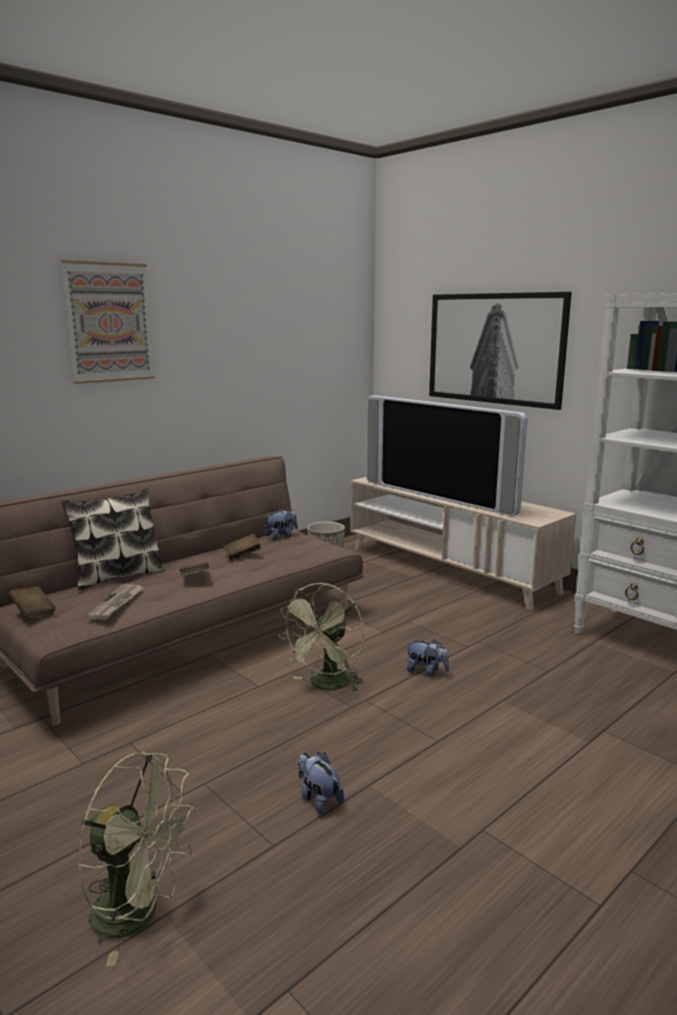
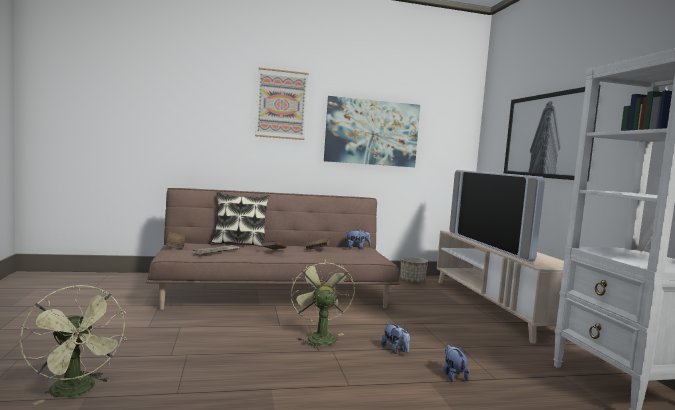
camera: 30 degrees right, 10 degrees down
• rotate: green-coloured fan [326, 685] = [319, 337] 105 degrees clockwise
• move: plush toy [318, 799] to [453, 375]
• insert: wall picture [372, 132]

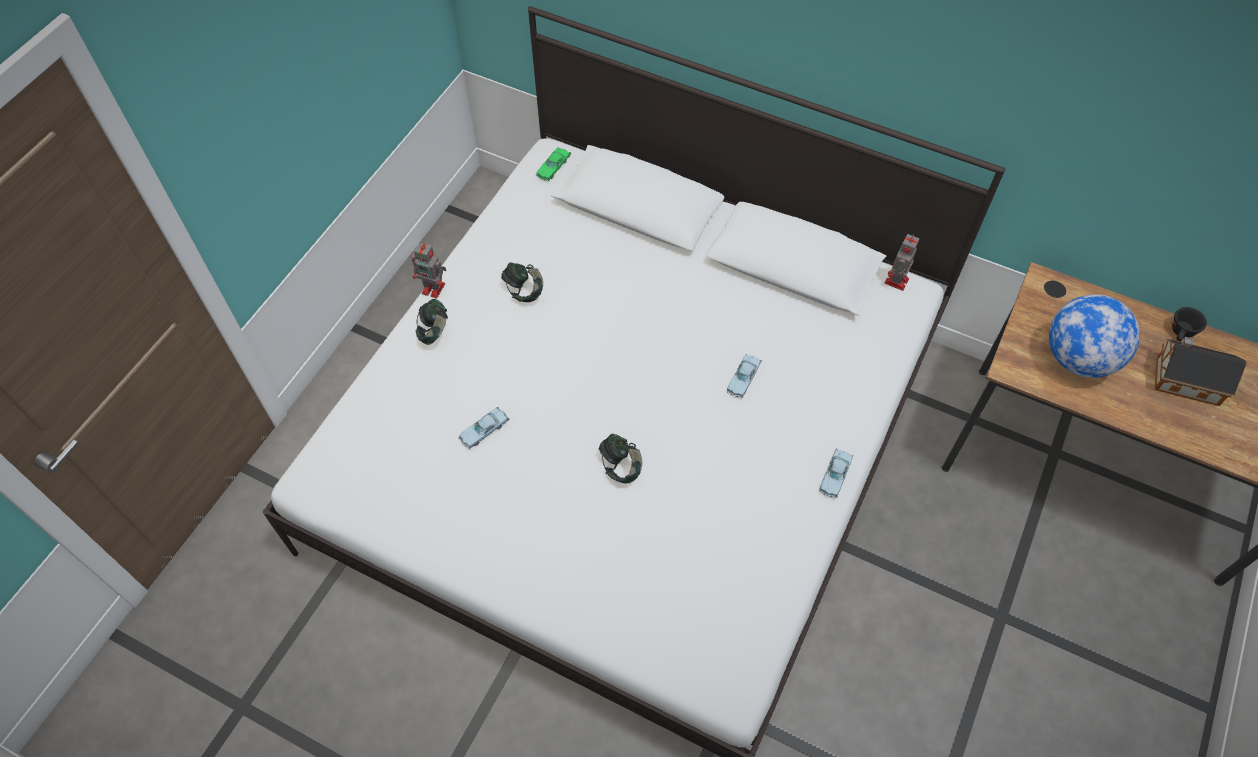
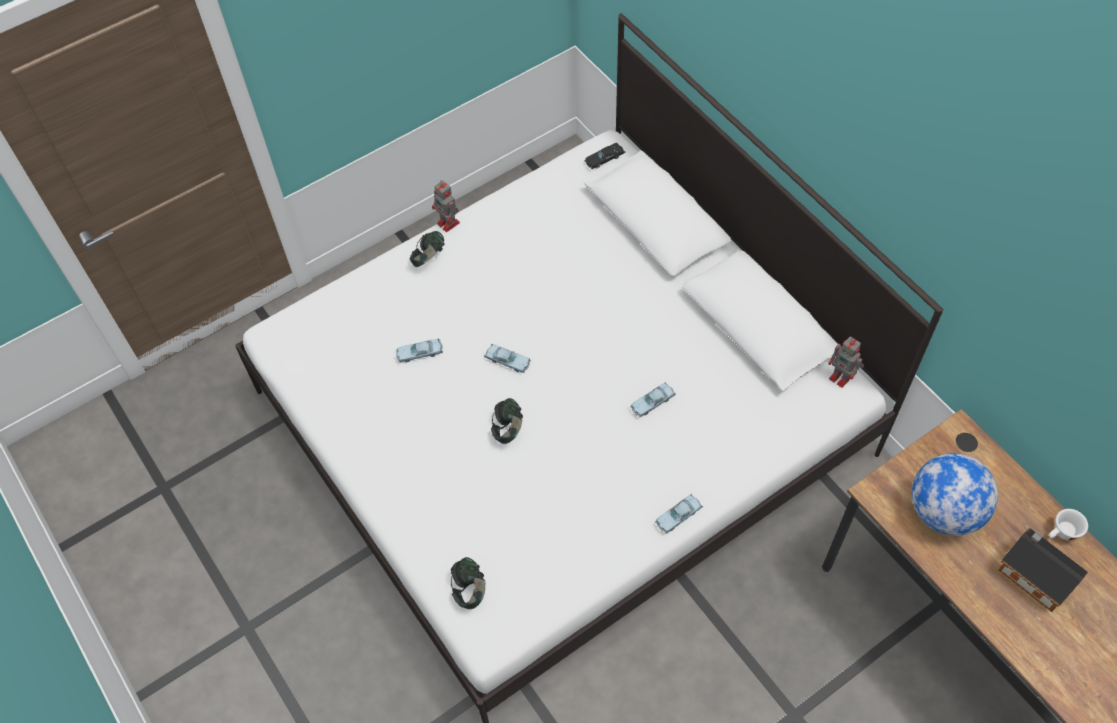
camera: 30 degrees right, 0 degrees up
• move: headphones [524, 291] to [469, 589]
• recolor: green-coloured miniature car [553, 167] to blackish miniature car [604, 158]
• rotate: robot figure [896, 282] = [842, 377] 105 degrees counterclockwise
• recolor: blackish drinking cup [1181, 333] to white drinking cup [1062, 533]
• insert: blue miniature car [507, 361]

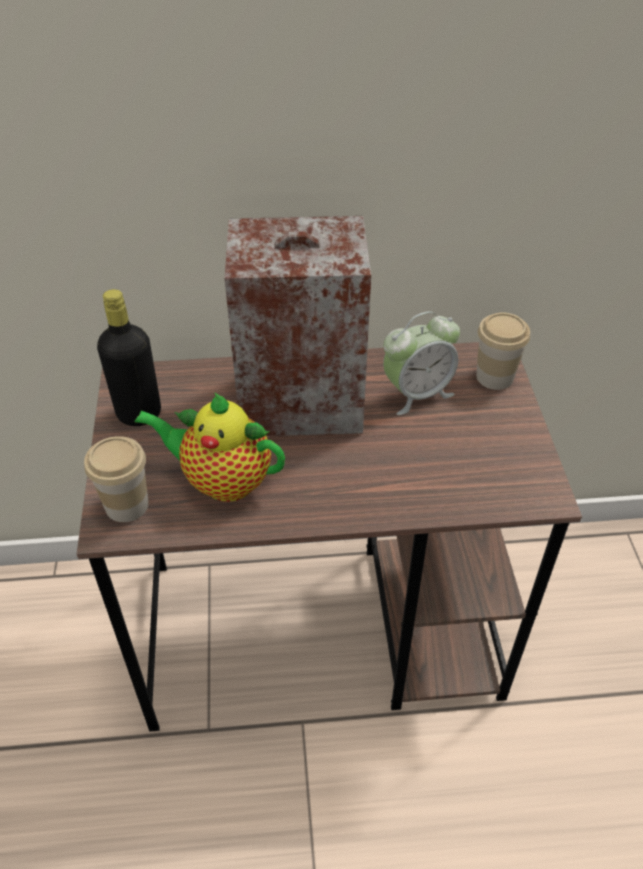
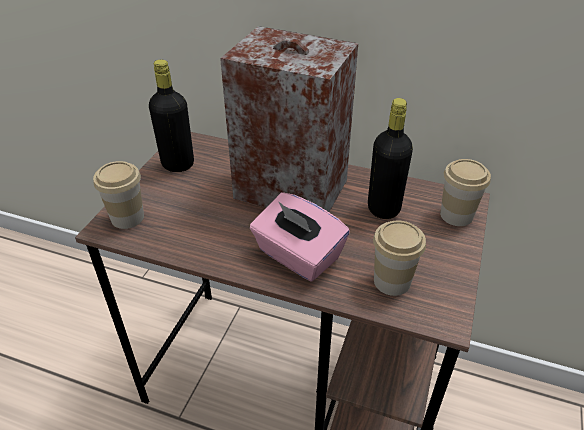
camera: 25 degrees right, 5 degrees down
• delete: tea pot [222, 480]
• replace: table clock [417, 393] to blackish beverage bottle [383, 208]
• insert: pink tissue holder [297, 256]
• insert: drinking cup [392, 281]

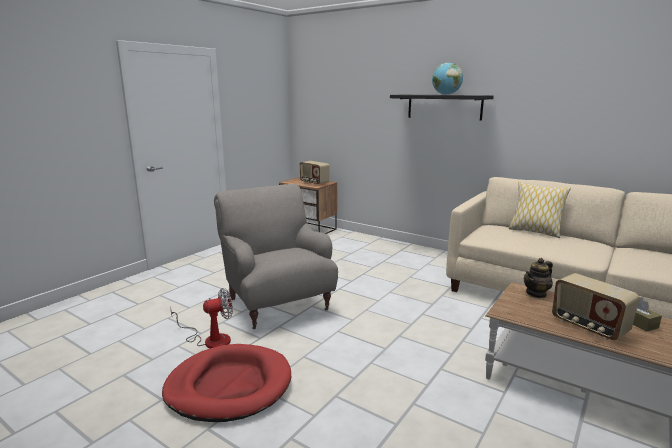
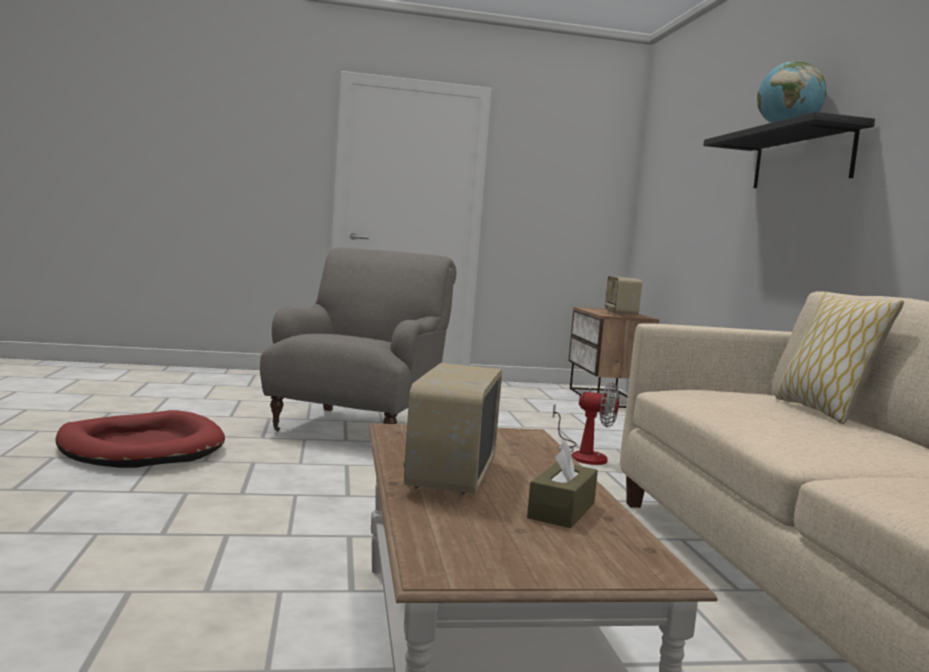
camera: 45 degrees right, 10 degrees down
• move: fan [210, 339] to [582, 455]
• delete: tea pot [536, 293]

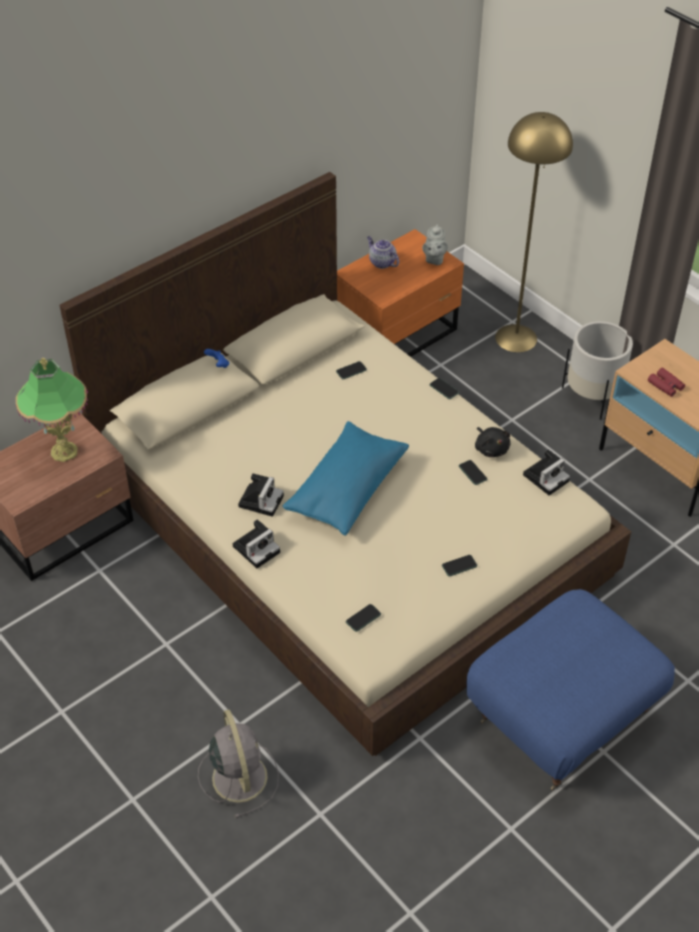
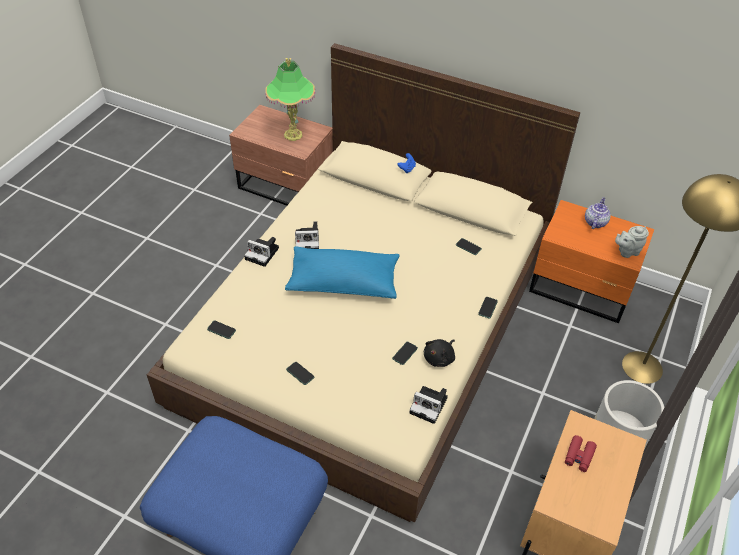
camera: 65 degrees right, 0 degrees up
• delete: greyish fan [239, 775]

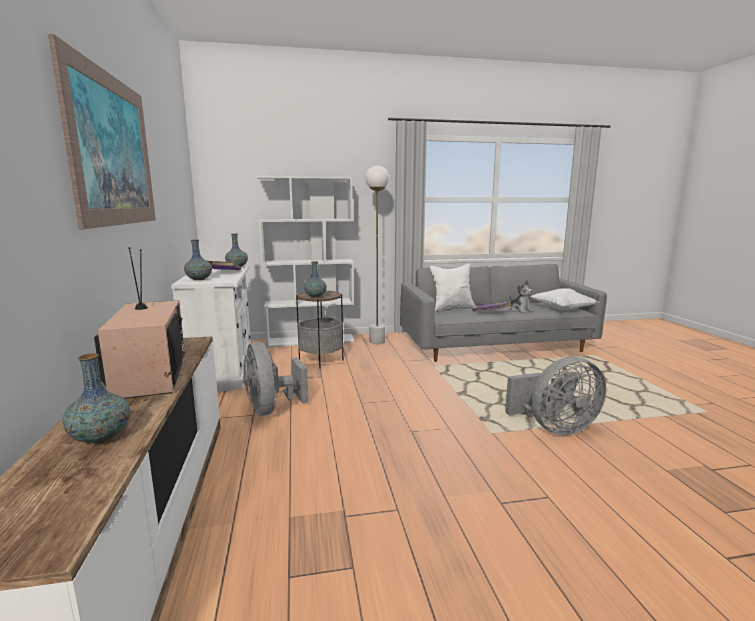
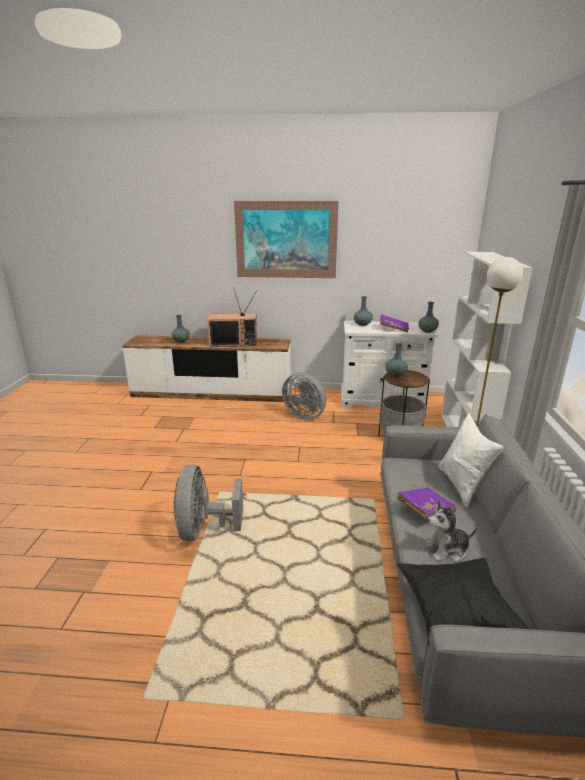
camera: 105 degrees right, 10 degrees up
• rotate: greyish fan [271, 409] = [305, 415] 135 degrees counterclockwise
• recolor: white throw pillow [562, 309] to blackish throw pillow [456, 615]

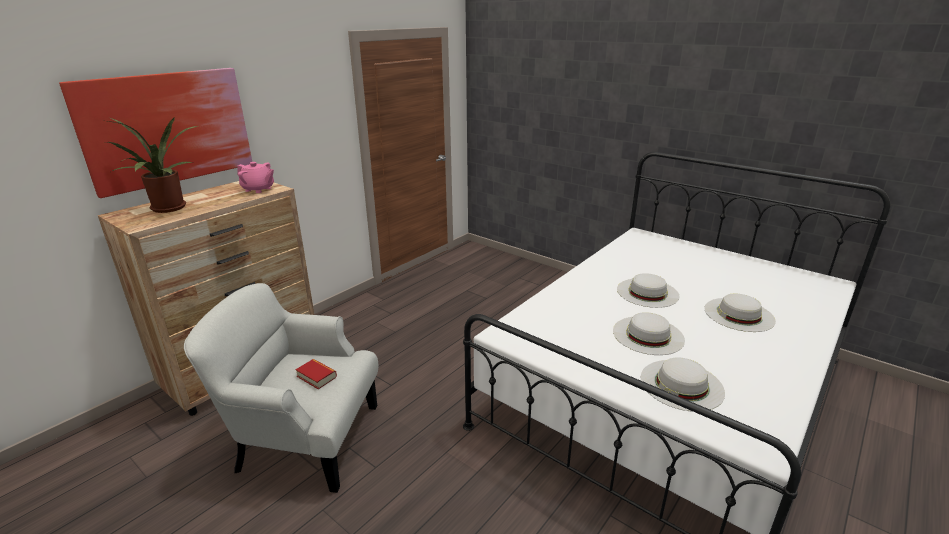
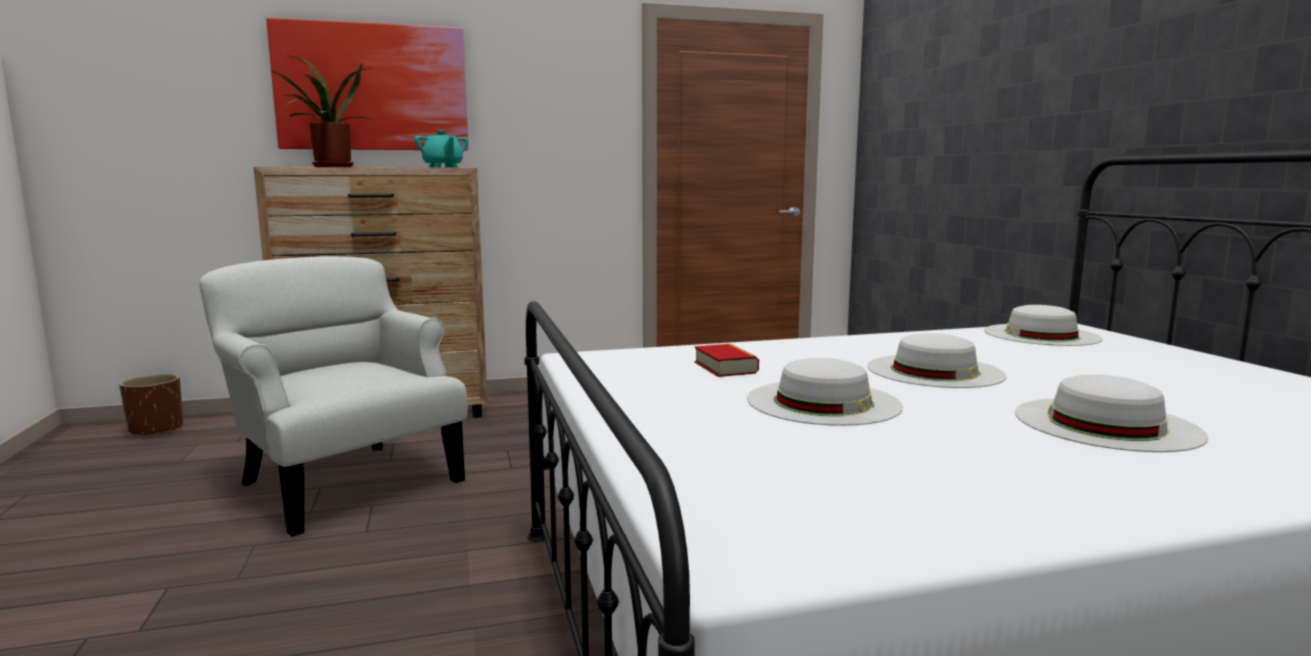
camera: 35 degrees right, 15 degrees down
• recolor: pink tea pot [258, 189] to turquoise tea pot [443, 167]
• move: volume [316, 377] to [725, 367]
• move: white wearable hat [681, 384] to [1041, 335]
• insert: brown-coloured plant pot [156, 429]

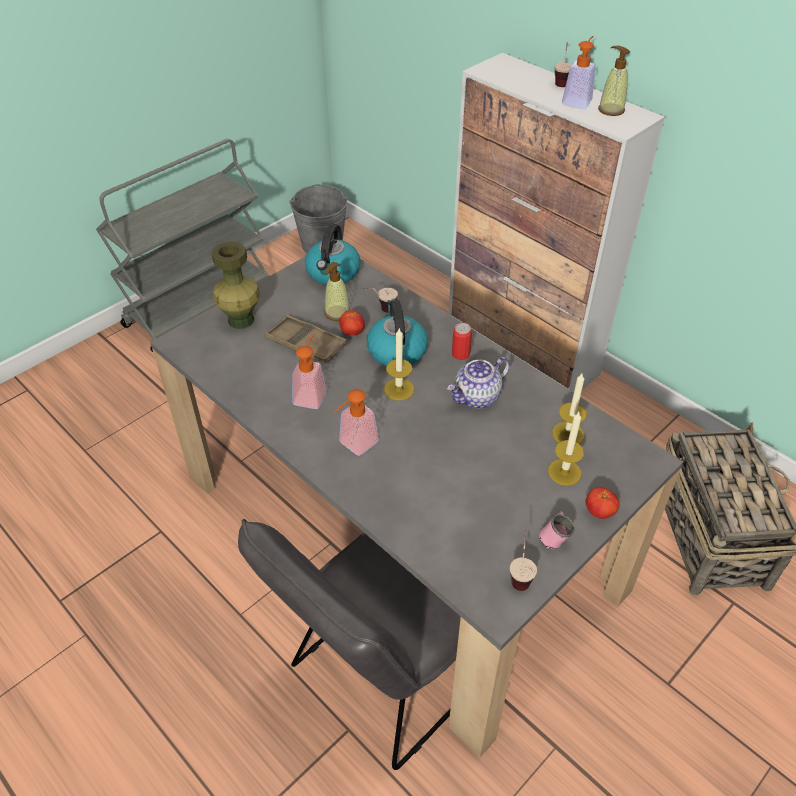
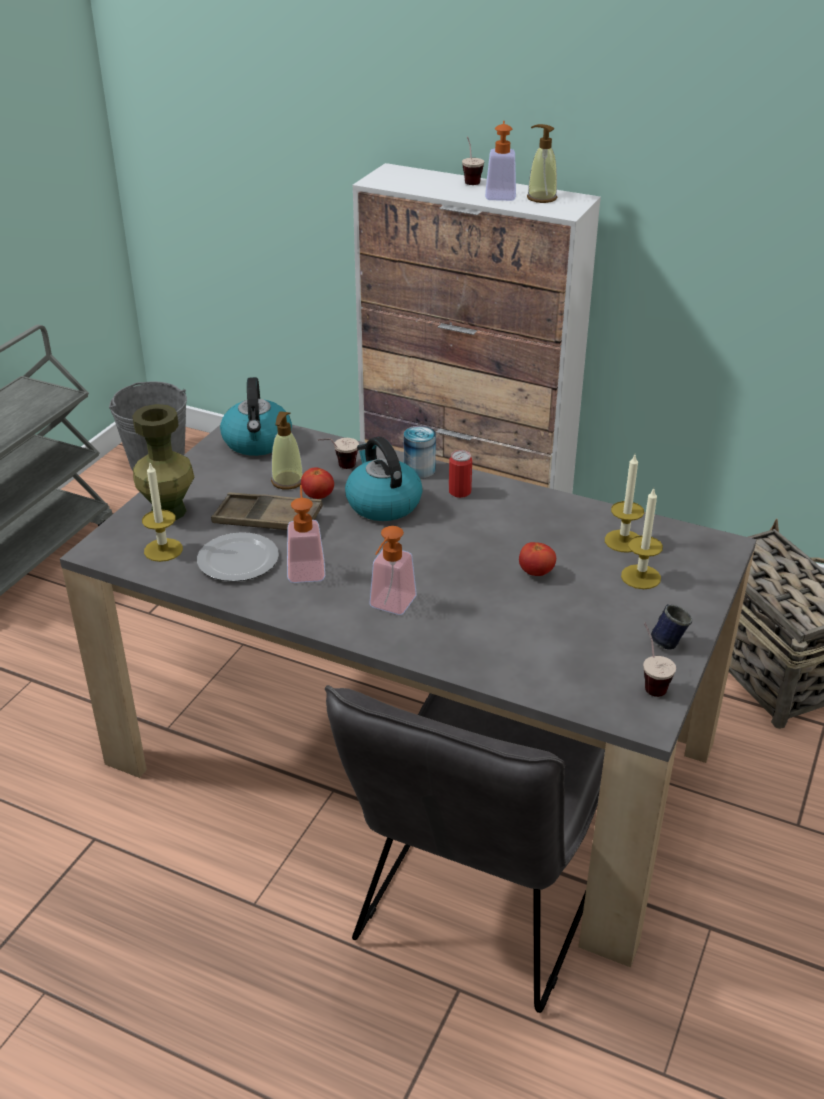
camera: 20 degrees left, 10 degrees down
• move: candle [399, 389] to [163, 550]
• delete: tea pot [477, 397]
• recolor: pink coffee mug [554, 538] to blue coffee mug [666, 640]
• move: fresh tomato [599, 512] to [536, 573]
• insert: dinner plate [239, 561]
• insert: sealed can [419, 470]

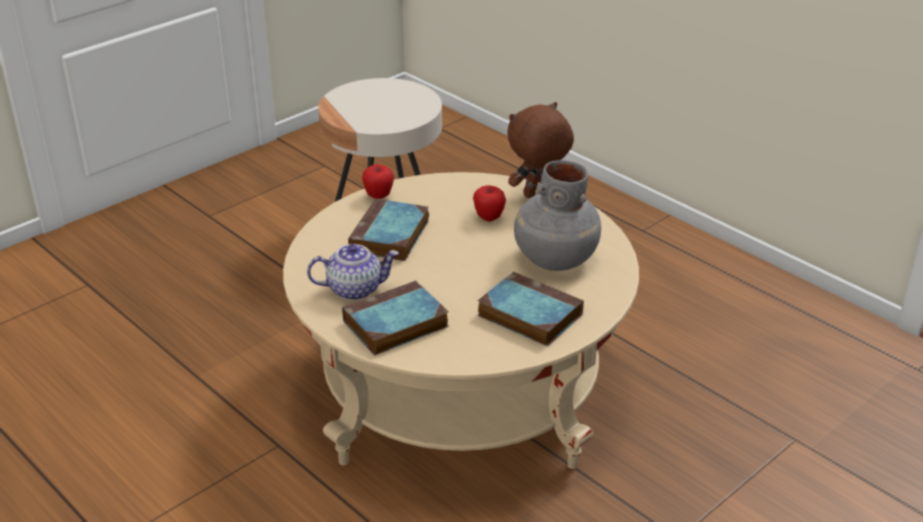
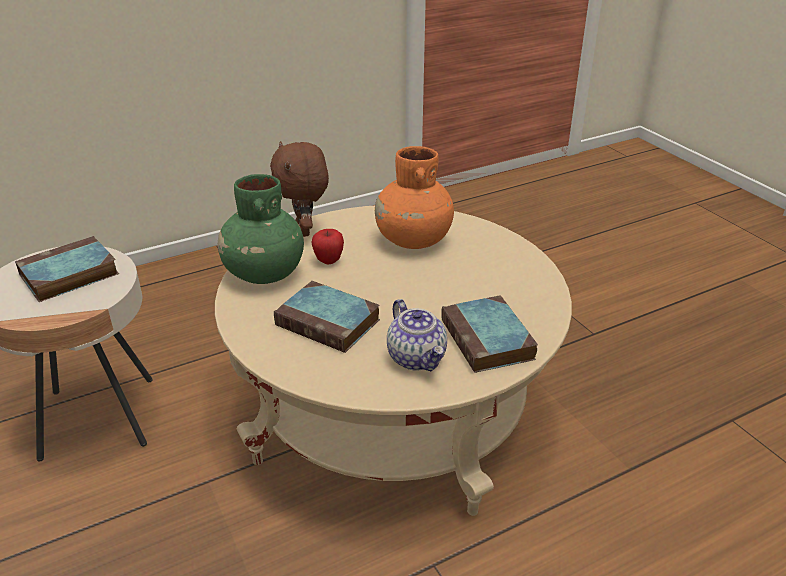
camera: 75 degrees left, 0 degrees up
• rotate: tea pot [355, 289] = [417, 358] 150 degrees clockwise
• delete: whole apple [378, 196]
• move: volume [527, 314] to [67, 275]
• recolor: greyish decorative vase [554, 258] to orangey decorative vase [413, 240]
• insert: green-coloured decorative vase [264, 274]

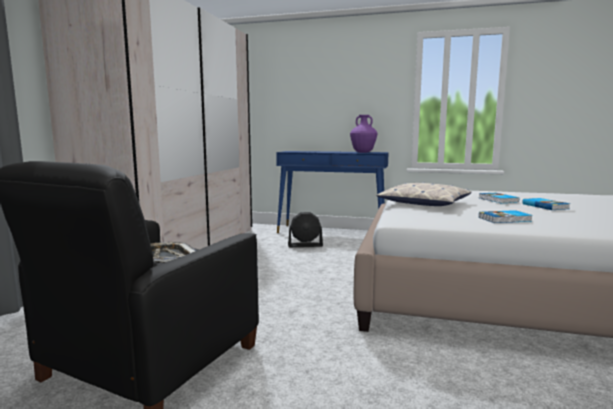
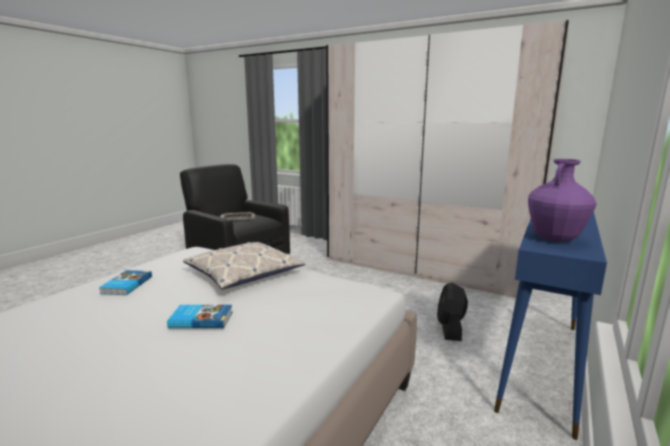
camera: 105 degrees right, 5 degrees up
• delete: volume [545, 206]

